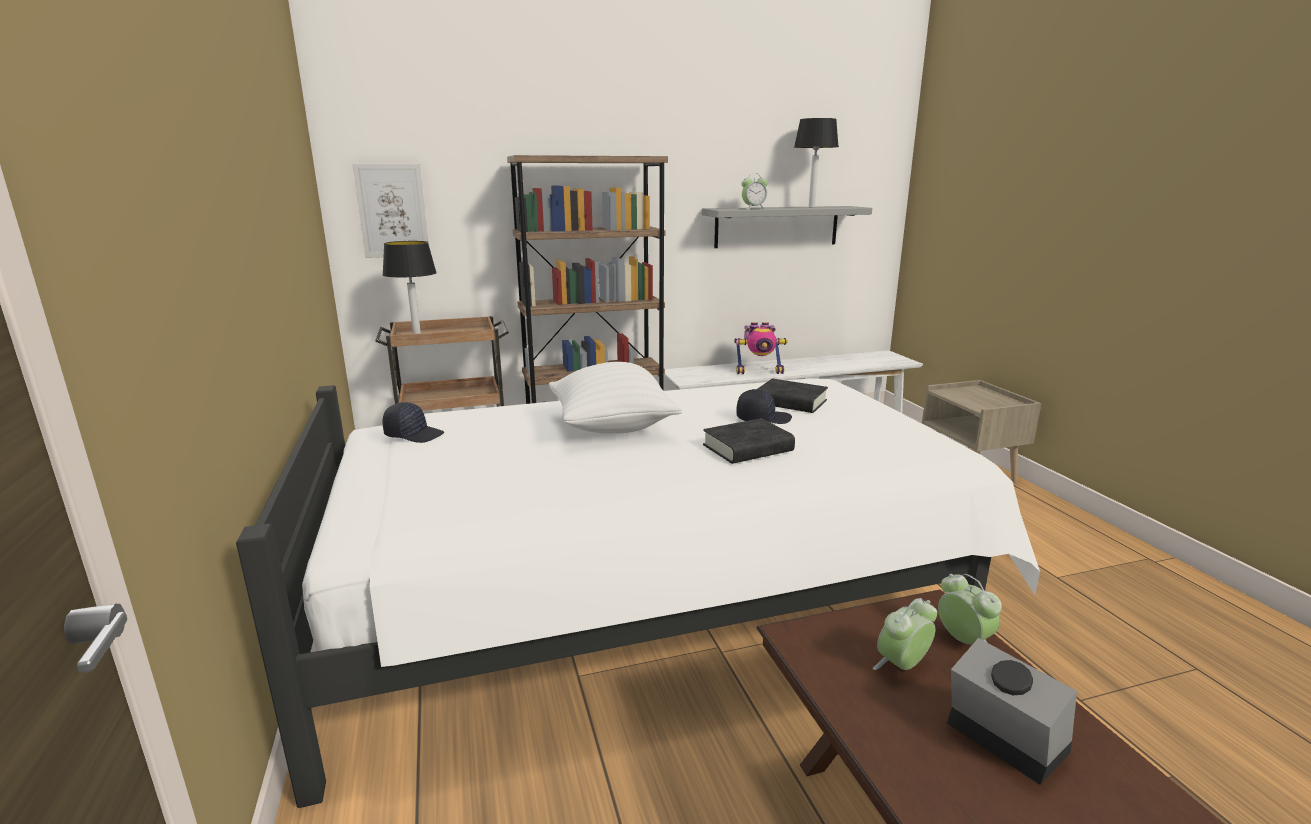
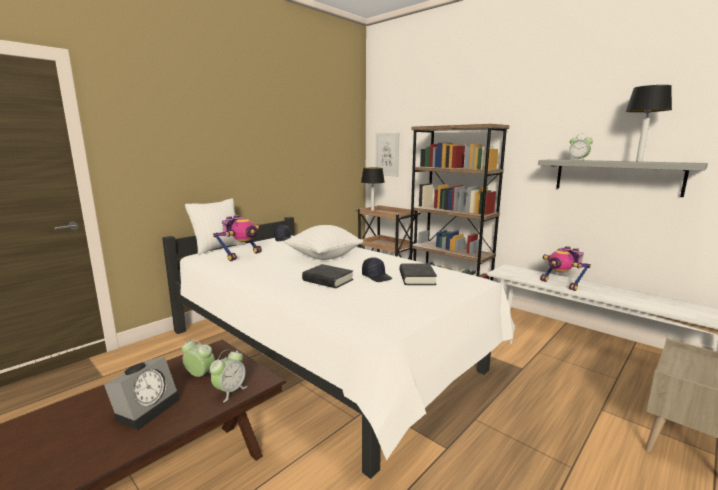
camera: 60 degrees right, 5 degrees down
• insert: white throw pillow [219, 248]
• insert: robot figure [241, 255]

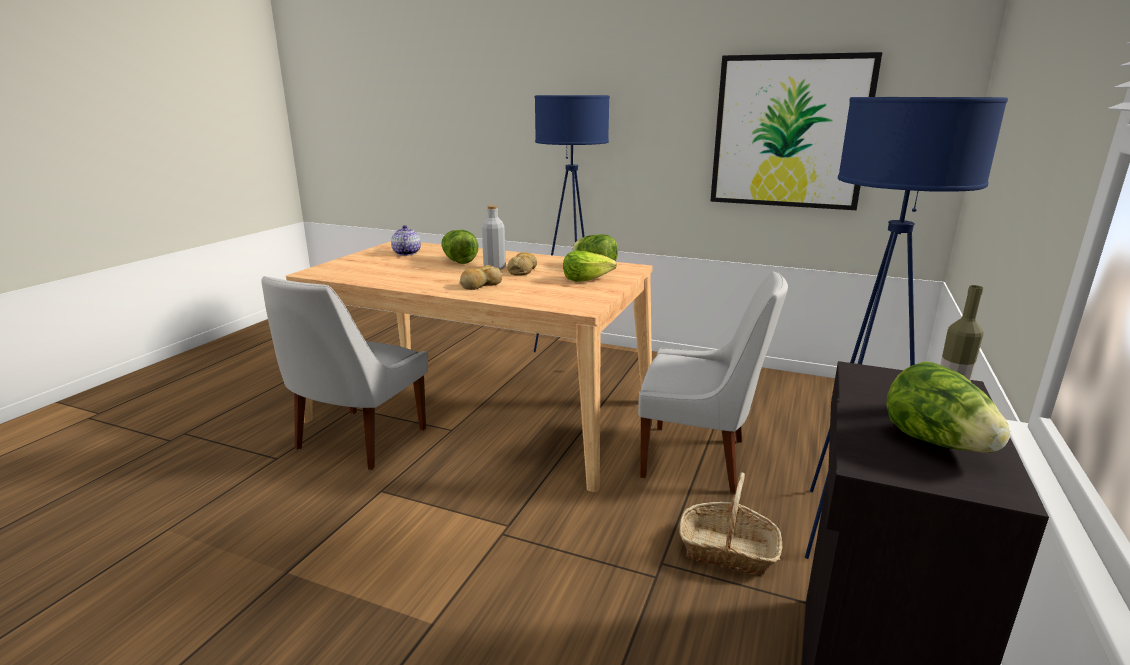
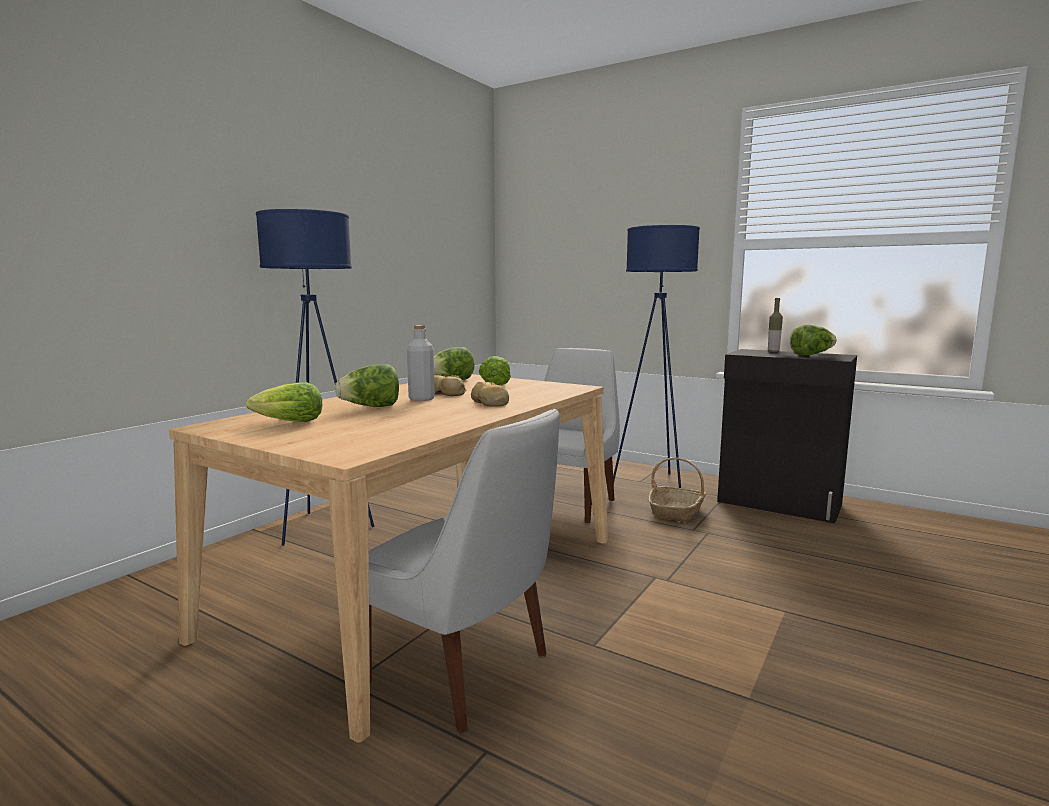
camera: 80 degrees left, 10 degrees down
• replace: tea pot [406, 253] to lettuce head [289, 422]
• delete: wall picture [789, 132]

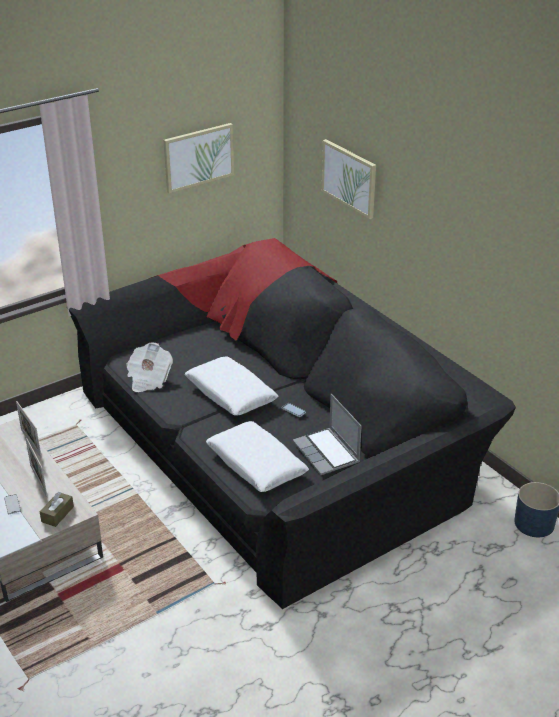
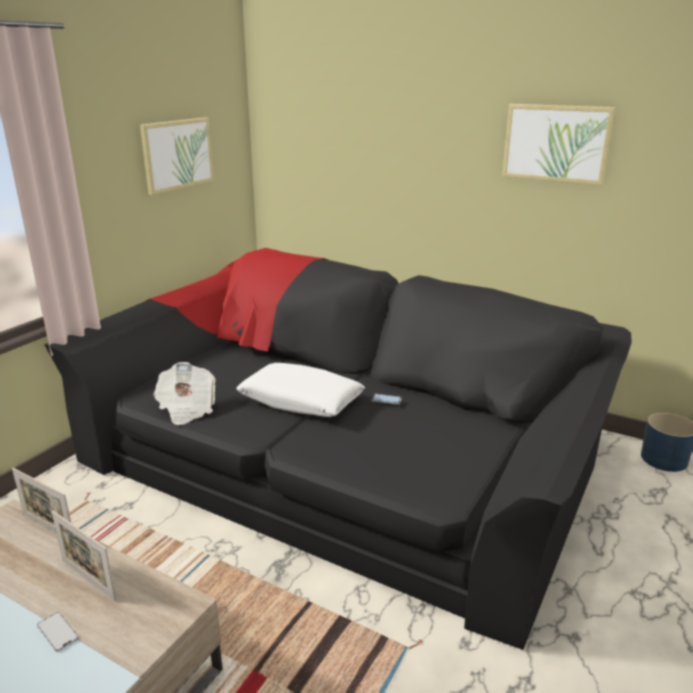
camera: 25 degrees left, 10 degrees down
• delete: brown-coloured tissue holder [57, 514]
• delete: white throw pillow [256, 465]
• delete: notebook computer [327, 453]
• move: wall picture [349, 178] to [556, 143]

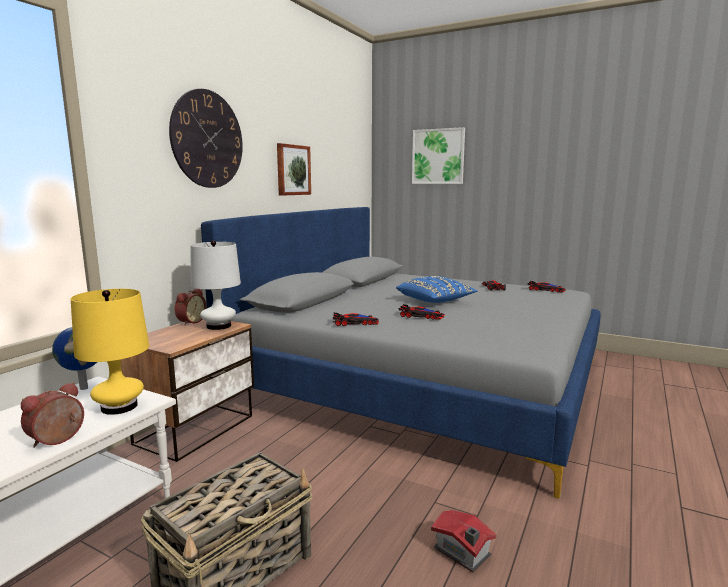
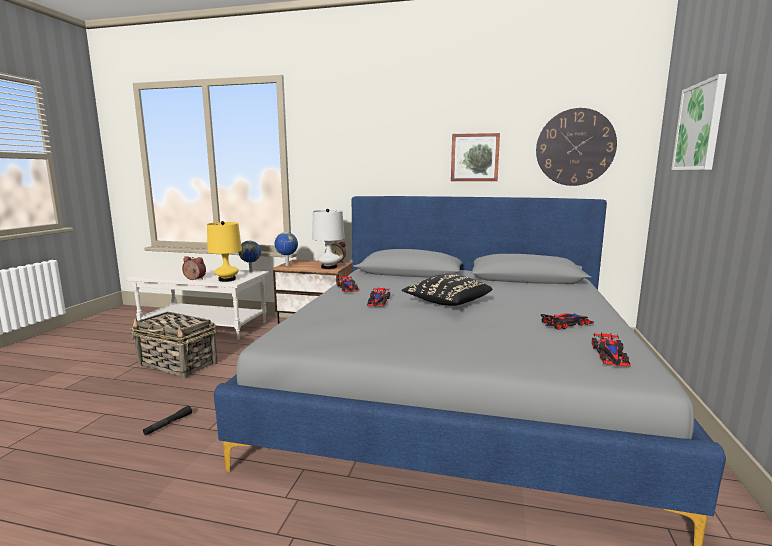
camera: 75 degrees right, 0 degrees up
• move: wall clock [207, 139] to [575, 147]
• recolor: blue throw pillow [435, 301] to blackish throw pillow [447, 303]
• replace: toy house [462, 553] to blackish torch [168, 424]
• insert: desk globe [287, 265]

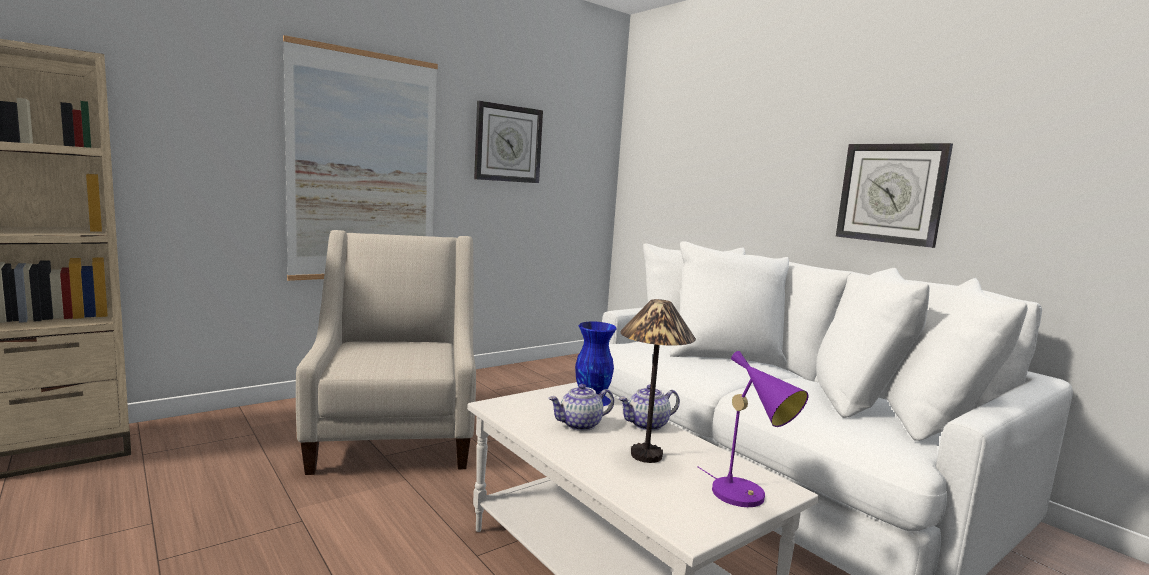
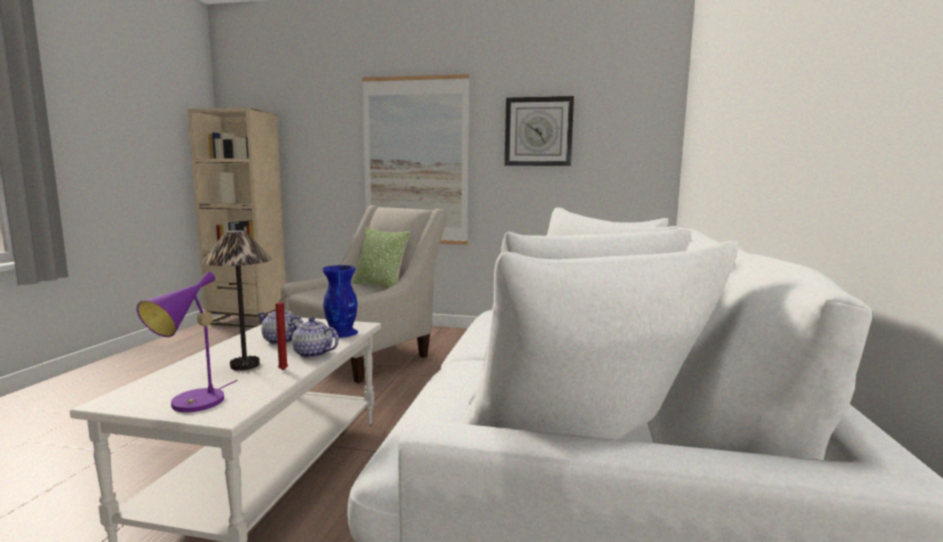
camera: 50 degrees right, 0 degrees up
• delete: wall clock [891, 193]
• insert: red-coloured candle [285, 370]
• insert: throw pillow [380, 286]

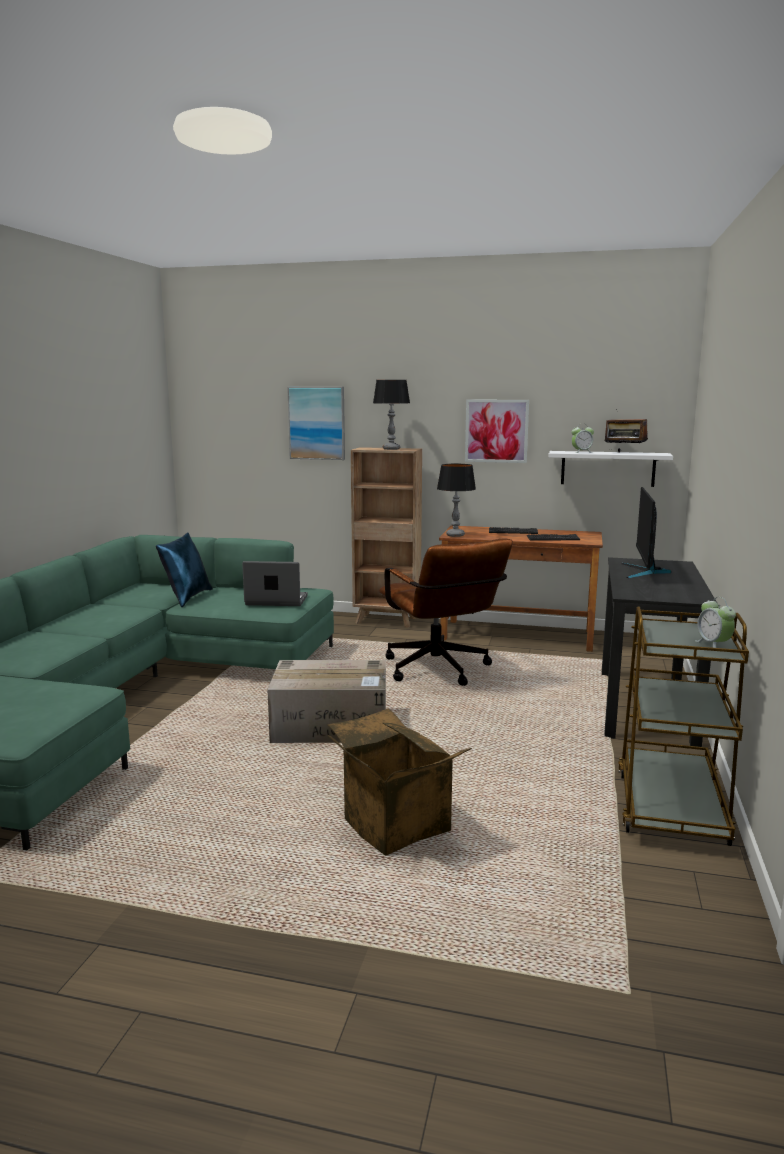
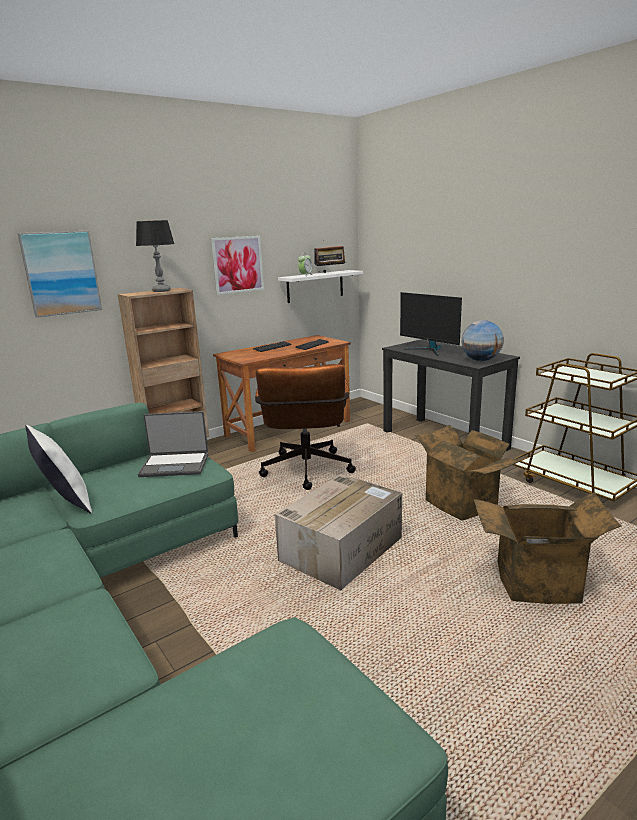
camera: 50 degrees left, 5 degrees up
• recolor: blue throw pillow [187, 598] to white throw pillow [65, 502]
• rotate: notebook computer [276, 601] = [175, 465] 135 degrees counterclockwise
• rotate: brown-coloured office chair [440, 671] = [306, 473] 75 degrees clockwise
• delete: tabletop lamp [455, 535]
• delete: table clock [713, 645]
• insert: packing box [464, 502]
• insert: desk globe [481, 360]

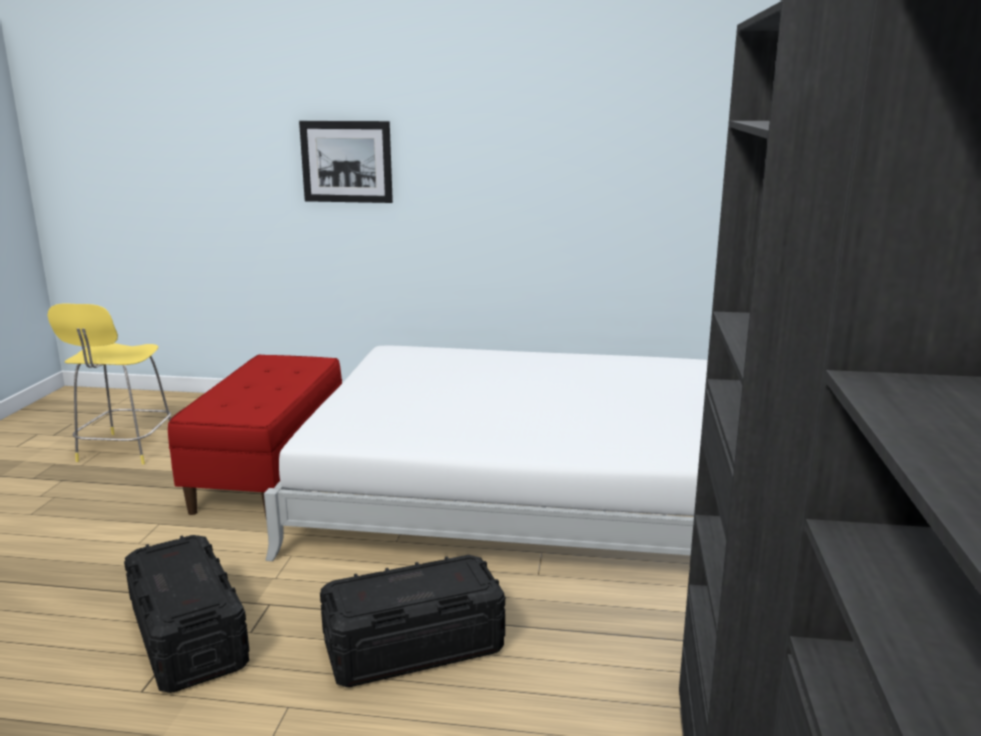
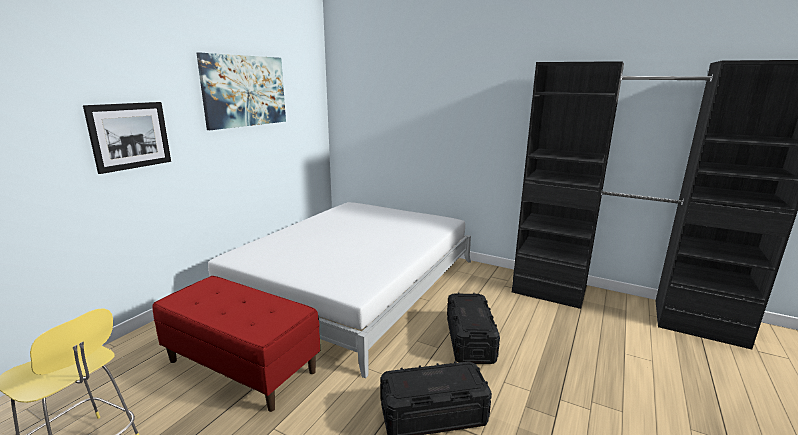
camera: 70 degrees left, 0 degrees up
• insert: wall picture [245, 91]

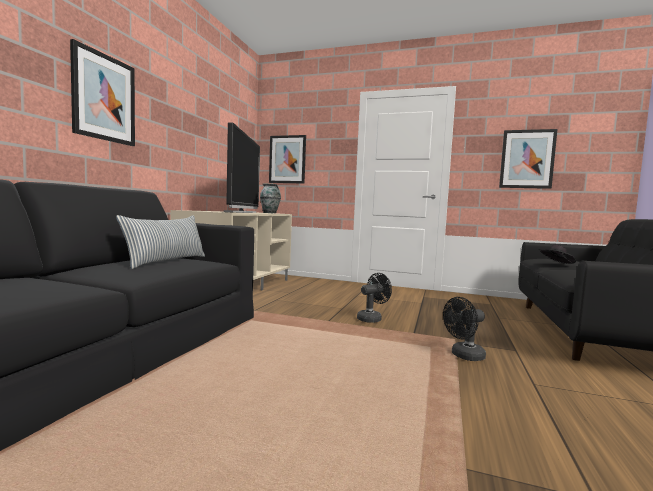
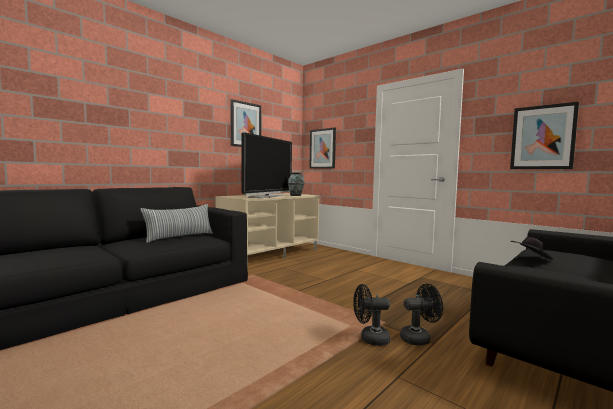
camera: 25 degrees right, 0 degrees up
• move: wall picture [104, 98] to [245, 125]
• move: blackish fan [372, 318] to [419, 338]

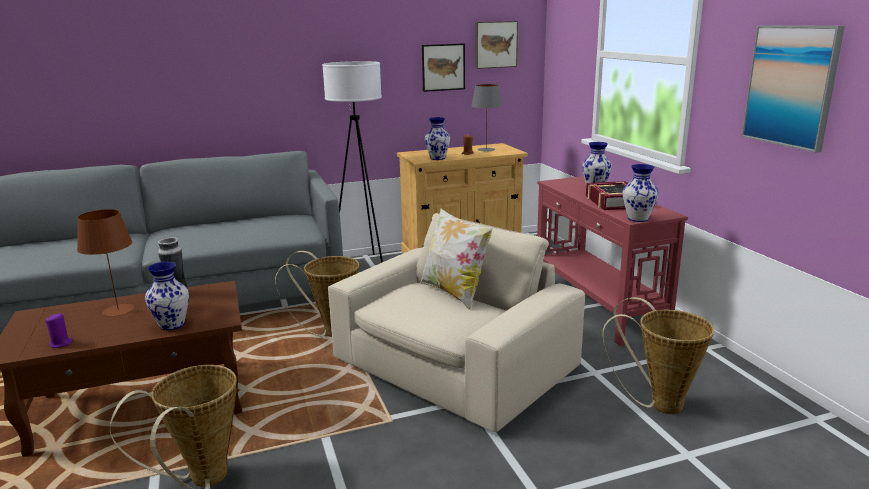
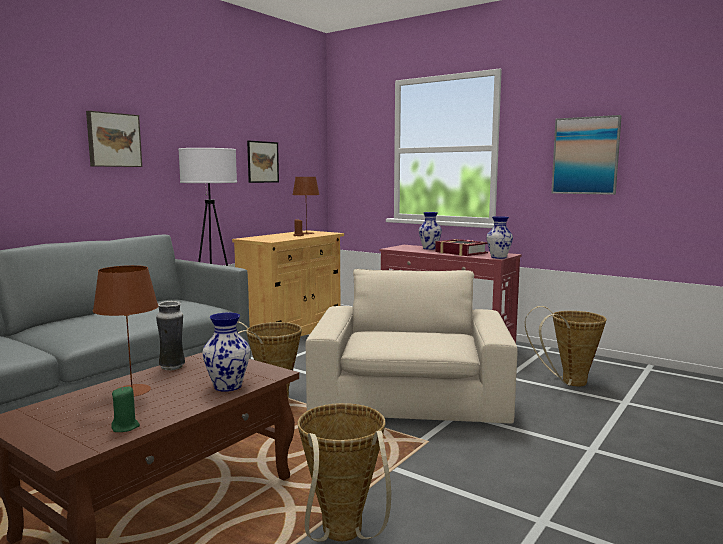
camera: 35 degrees left, 10 degrees down
• recolor: purplish candle [61, 343] to green-coloured candle [125, 427]
• delete: throw pillow [454, 292]
• delete: decorative vase [438, 158]
• recolor: greyish tabletop lamp [486, 149] to brown-coloured tabletop lamp [306, 233]
• move: wall picture [495, 44] to [113, 140]

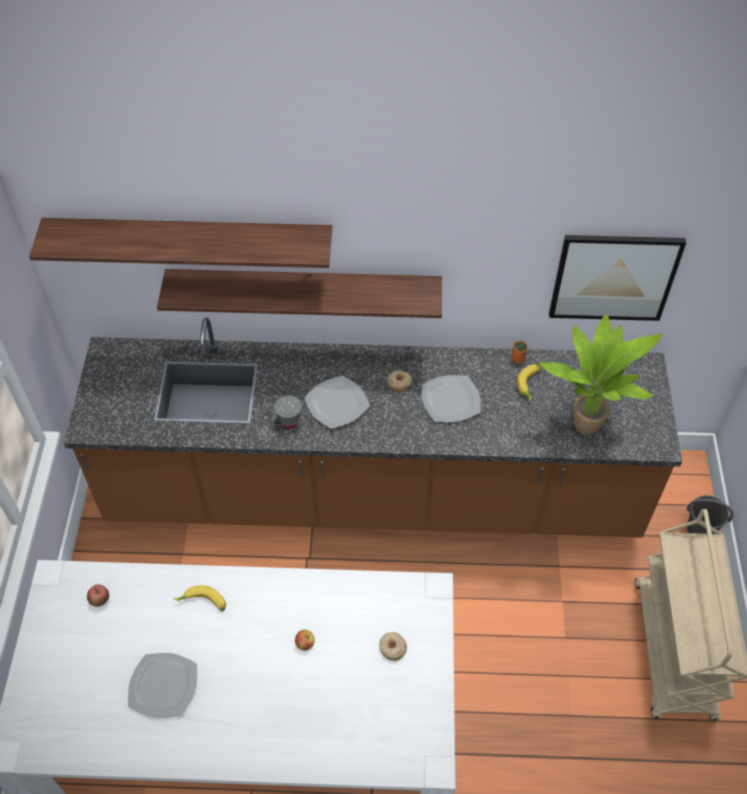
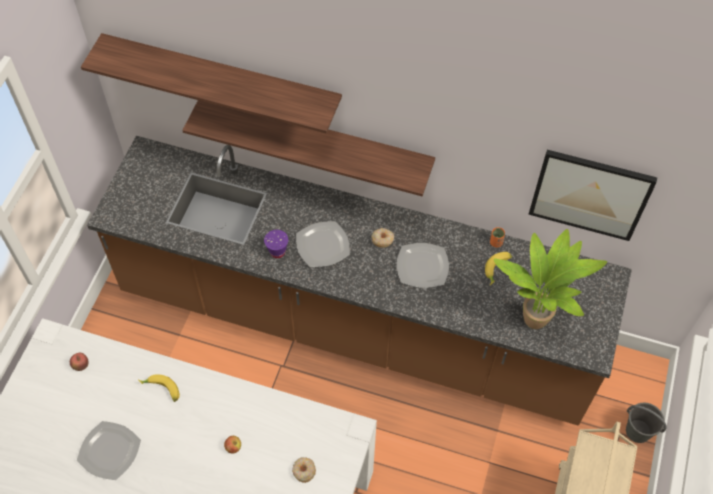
camera: 15 degrees right, 5 degrees up
• recolor: greyish drinking cup [289, 421] to purplish drinking cup [277, 251]

